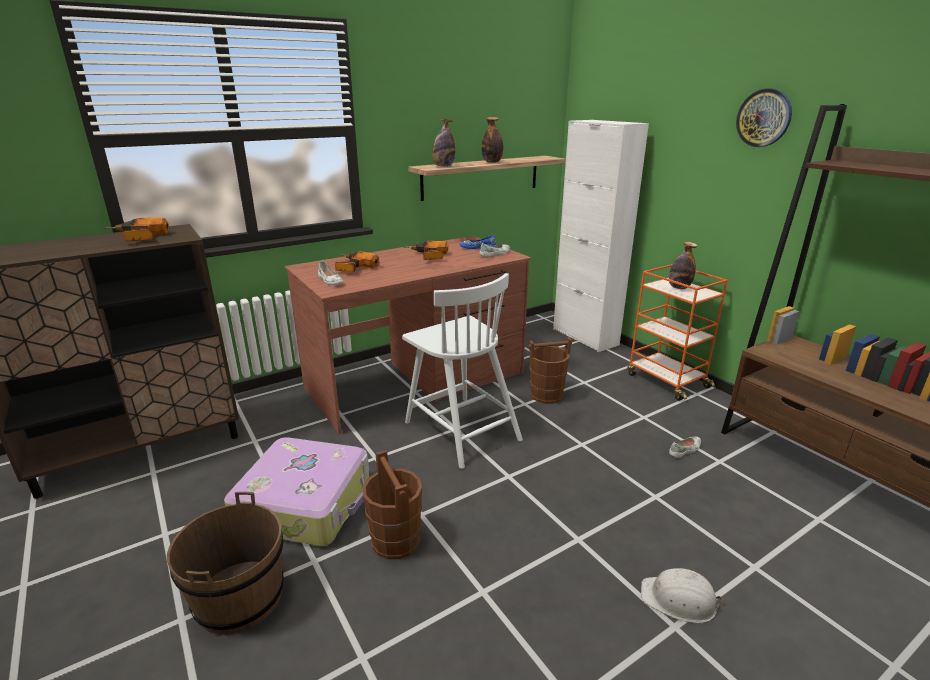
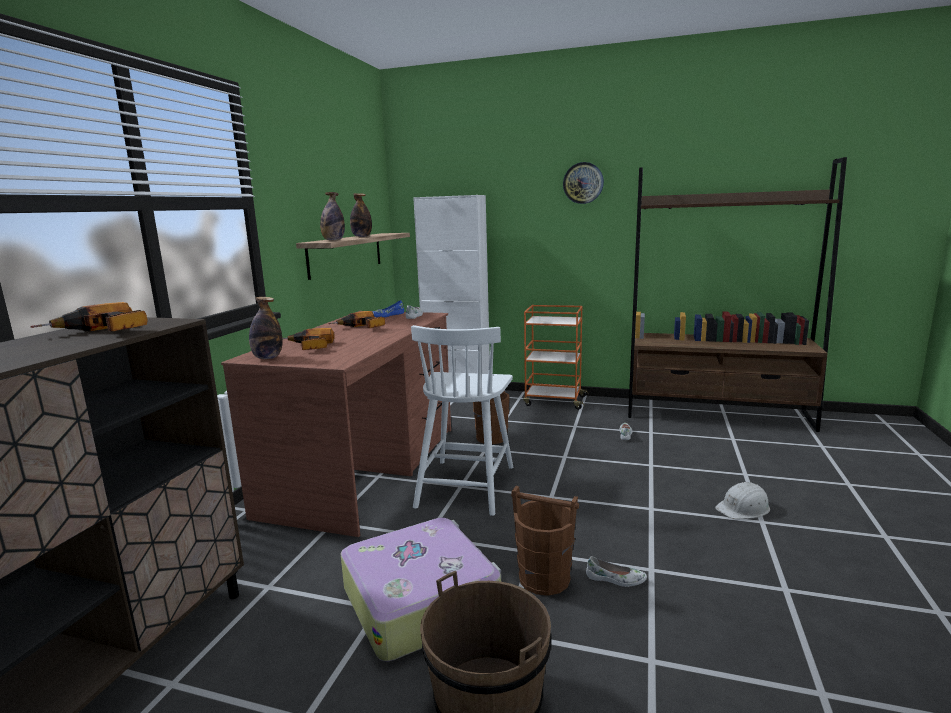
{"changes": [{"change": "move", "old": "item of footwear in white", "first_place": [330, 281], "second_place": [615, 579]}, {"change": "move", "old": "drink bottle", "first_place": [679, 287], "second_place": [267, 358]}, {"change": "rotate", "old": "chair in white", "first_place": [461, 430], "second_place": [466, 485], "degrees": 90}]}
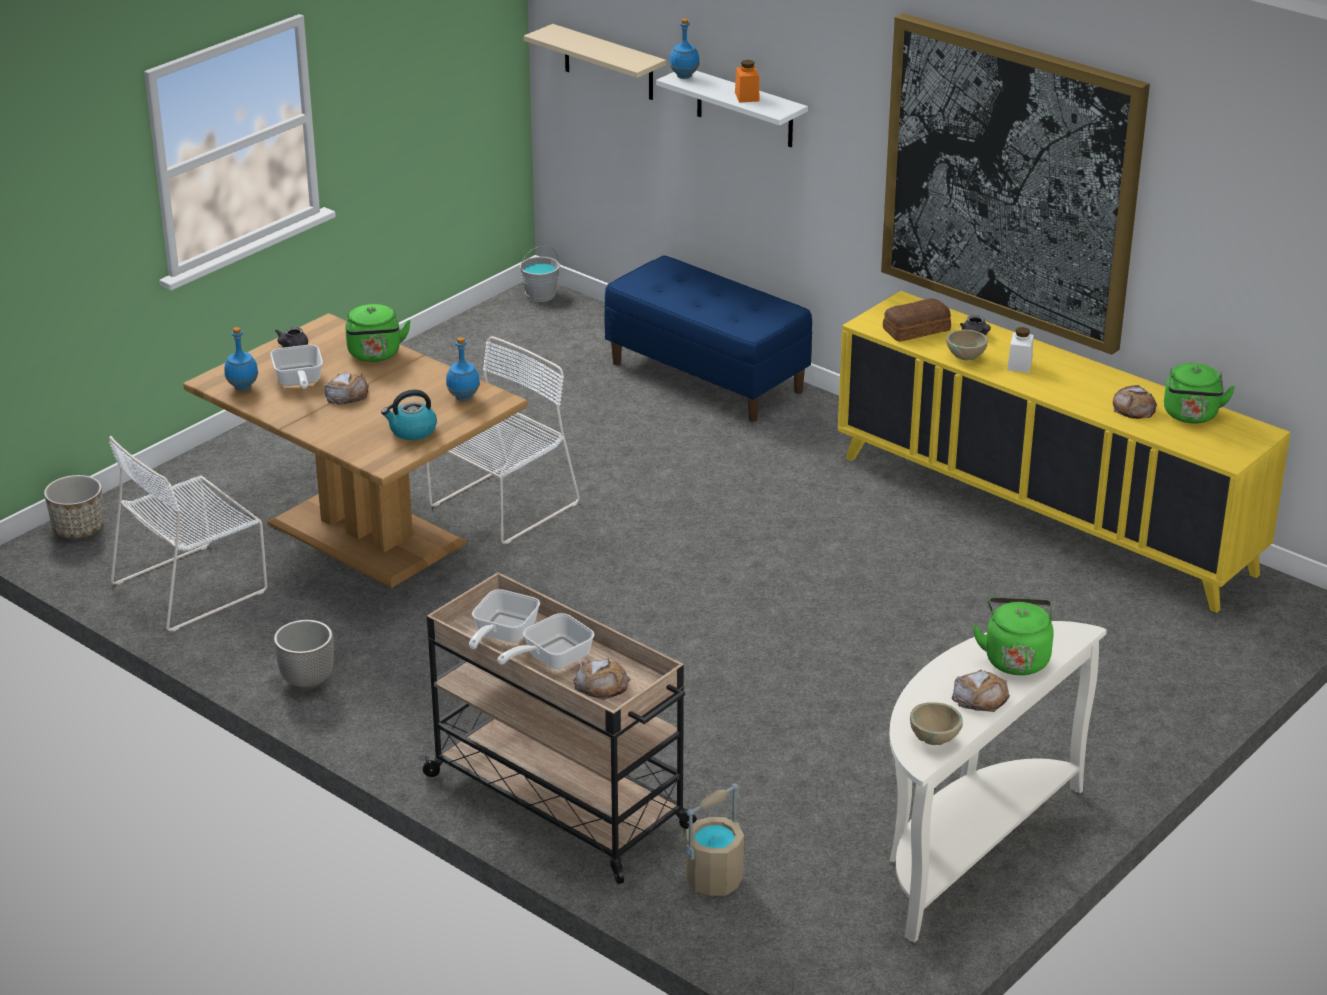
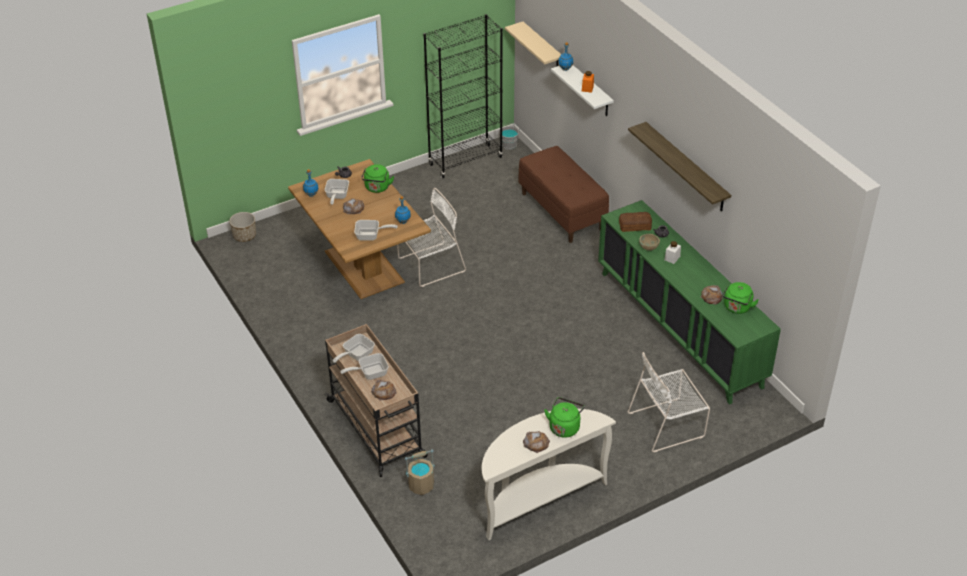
{"changes": [{"change": "delete", "old": "planter", "first_place": [306, 680]}, {"change": "delete", "old": "deep dish in beige", "first_place": [934, 740]}, {"change": "insert", "new": "shelving unit in blackish", "second_place": [465, 161]}, {"change": "move", "old": "chair in white", "first_place": [194, 585], "second_place": [668, 424]}, {"change": "replace", "old": "water kettle", "new": "frying pan", "first_place": [412, 431], "second_place": [371, 236]}, {"change": "replace", "old": "wall art", "new": "wall shelf", "first_place": [1011, 181], "second_place": [686, 167]}, {"change": "recolor", "old": "indoor bench in blue", "new": "indoor bench in brown", "first_place": [708, 377], "second_place": [562, 211]}, {"change": "recolor", "old": "cupboard in yellowish", "new": "cupboard in greenish", "first_place": [1044, 513], "second_place": [679, 328]}]}
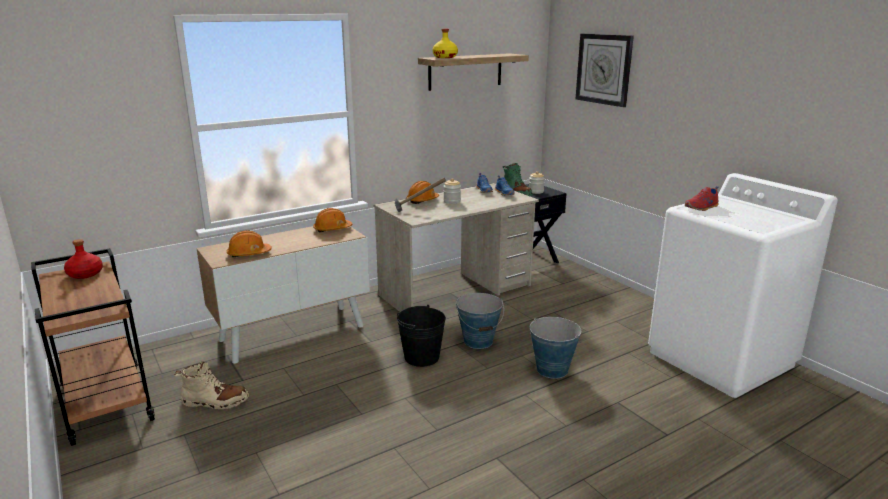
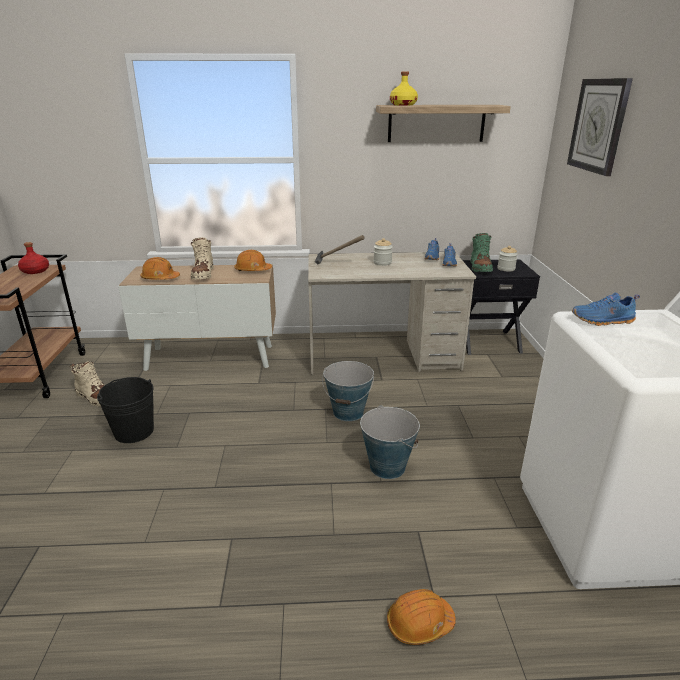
{"changes": [{"change": "insert", "new": "high-top boot in beige", "second_place": [203, 274]}, {"change": "move", "old": "pail in blackish", "first_place": [421, 357], "second_place": [134, 431]}, {"change": "move", "old": "hard hat in orange-coloured", "first_place": [422, 200], "second_place": [419, 623]}, {"change": "recolor", "old": "item of footwear in red-coloured", "new": "item of footwear in blue", "first_place": [702, 208], "second_place": [603, 321]}]}
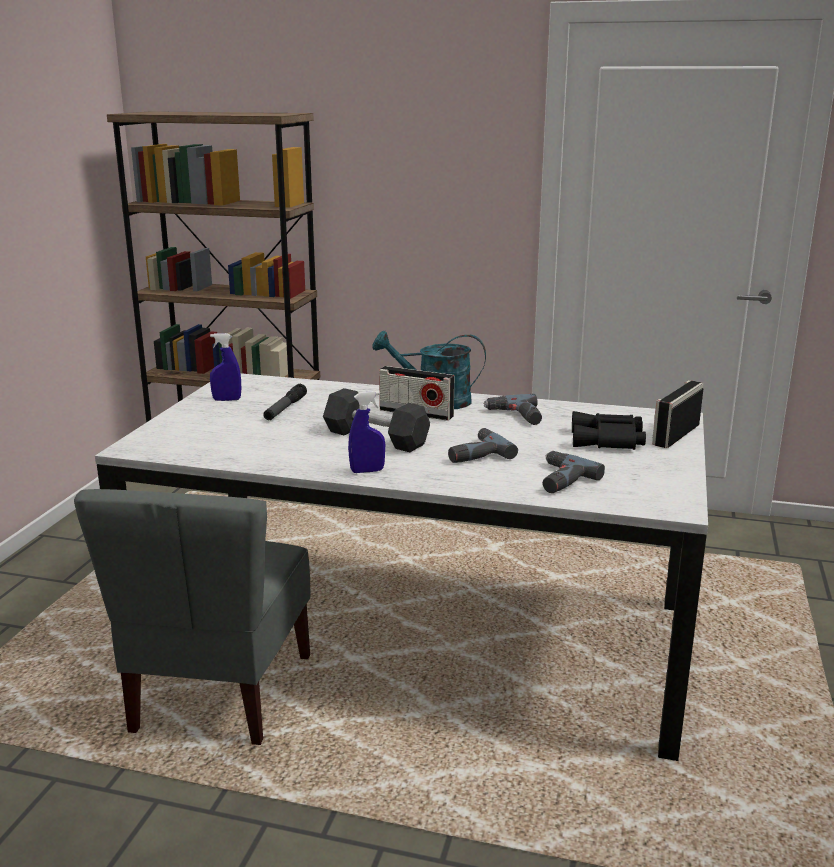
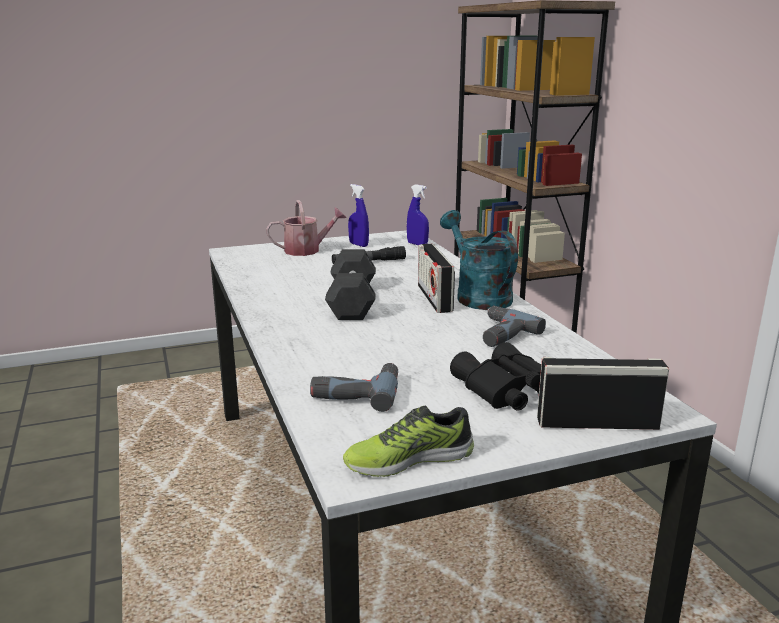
{"changes": [{"change": "delete", "old": "chair in gray", "first_place": [219, 693]}, {"change": "delete", "old": "drill", "first_place": [474, 453]}, {"change": "insert", "new": "watering pot", "second_place": [307, 250]}, {"change": "insert", "new": "item of footwear", "second_place": [408, 459]}, {"change": "move", "old": "spray bottle in blue", "first_place": [367, 471], "second_place": [417, 244]}]}
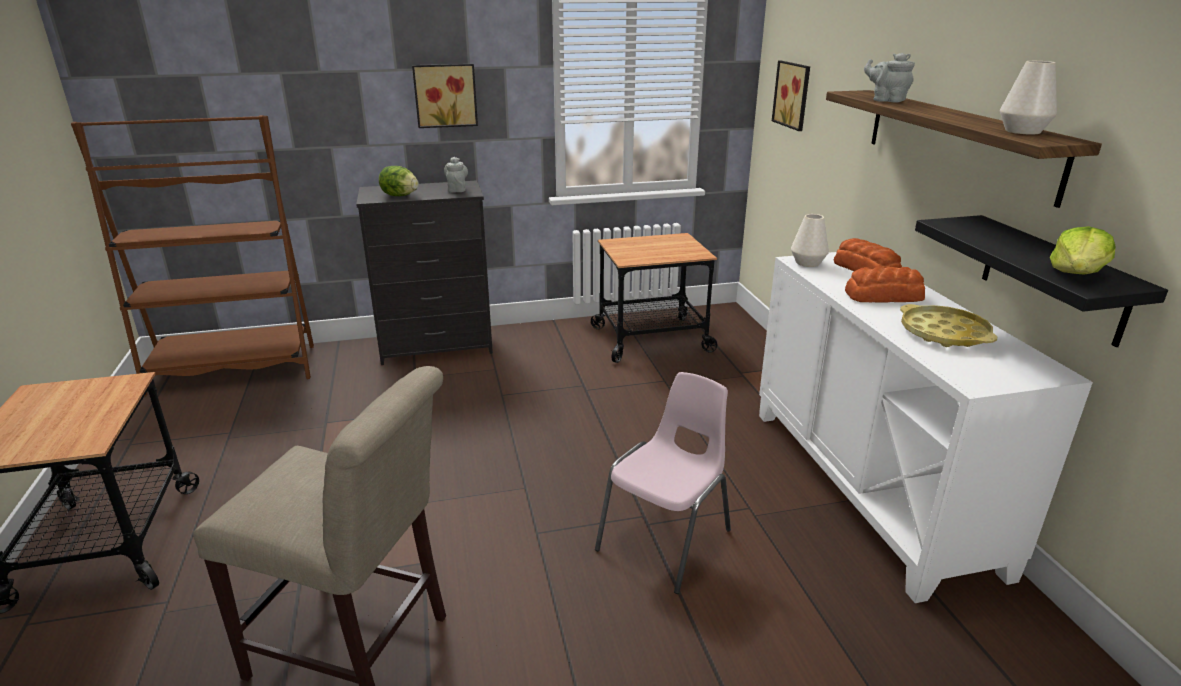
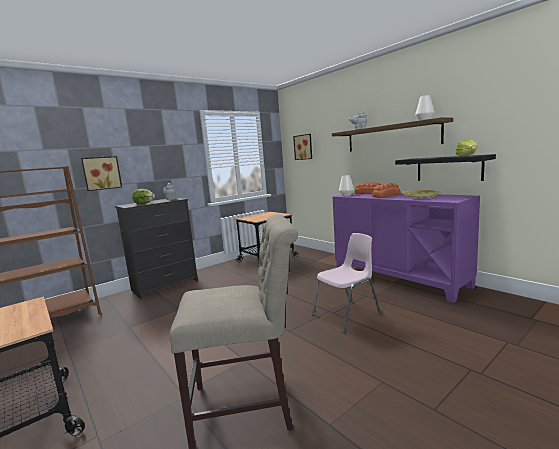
{"changes": [{"change": "move", "old": "wall art", "first_place": [445, 95], "second_place": [101, 173]}, {"change": "recolor", "old": "cupboard in white", "new": "cupboard in purplish", "first_place": [869, 486], "second_place": [399, 277]}, {"change": "rotate", "old": "chair in pink-coloured", "first_place": [667, 540], "second_place": [347, 315], "degrees": 45}]}
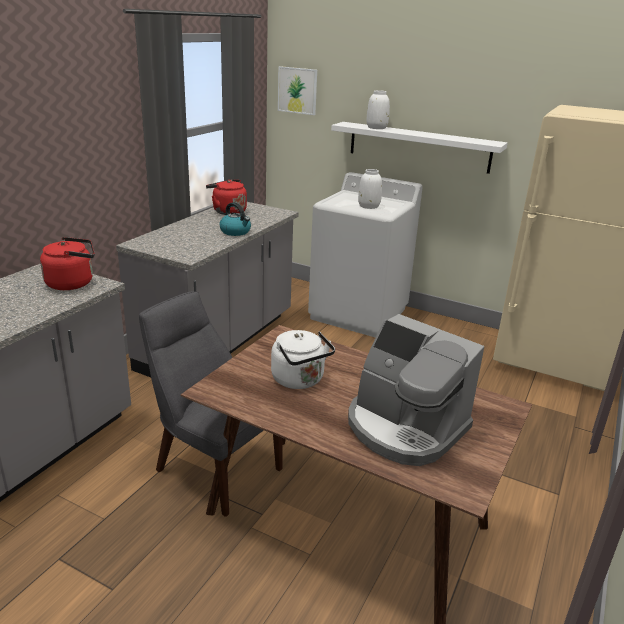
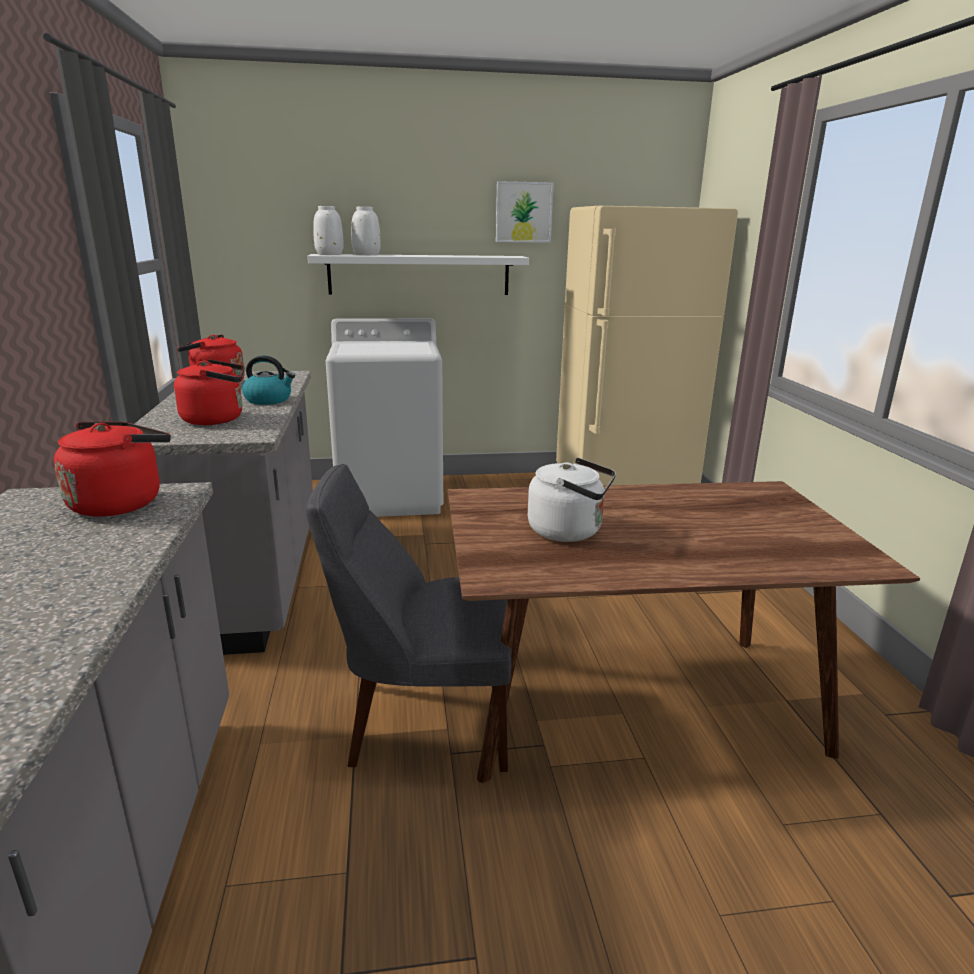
{"changes": [{"change": "delete", "old": "coffee machine", "first_place": [404, 428]}, {"change": "insert", "new": "water kettle in red-coloured", "second_place": [217, 419]}, {"change": "move", "old": "wall art", "first_place": [297, 90], "second_place": [523, 212]}, {"change": "move", "old": "decorative vase in white", "first_place": [369, 206], "second_place": [329, 254]}]}
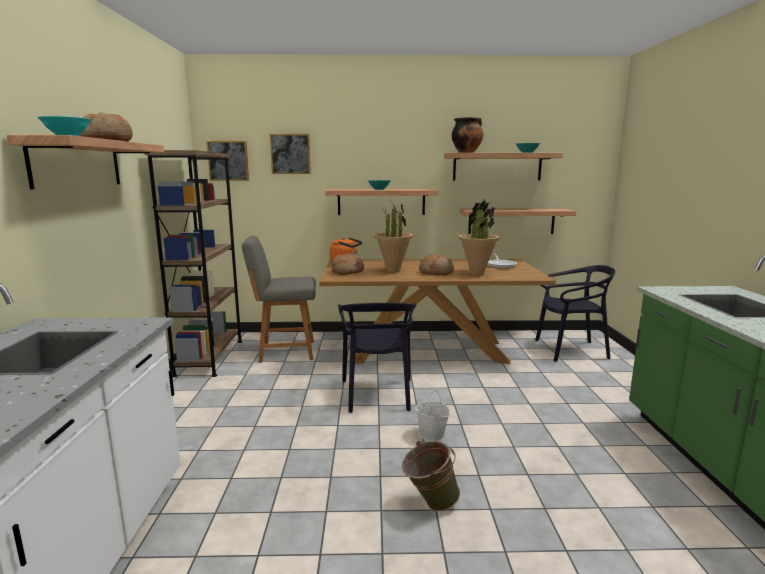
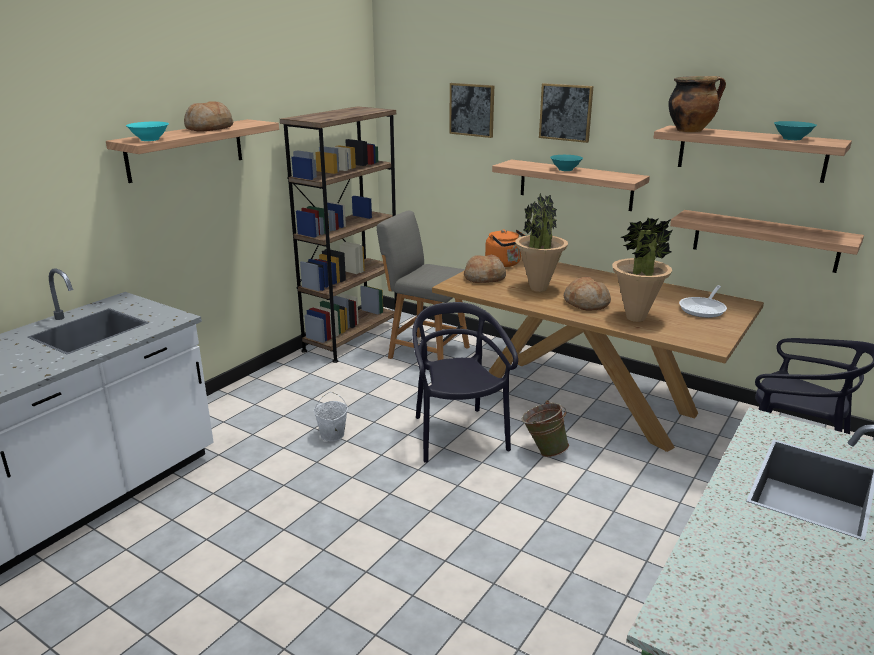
{"changes": [{"change": "move", "old": "wall art", "first_place": [228, 161], "second_place": [566, 112]}, {"change": "move", "old": "pail in greenish", "first_place": [429, 504], "second_place": [543, 451]}, {"change": "move", "old": "pail in white", "first_place": [432, 435], "second_place": [332, 435]}, {"change": "rotate", "old": "chair in blackish", "first_place": [377, 394], "second_place": [457, 435], "degrees": 135}]}
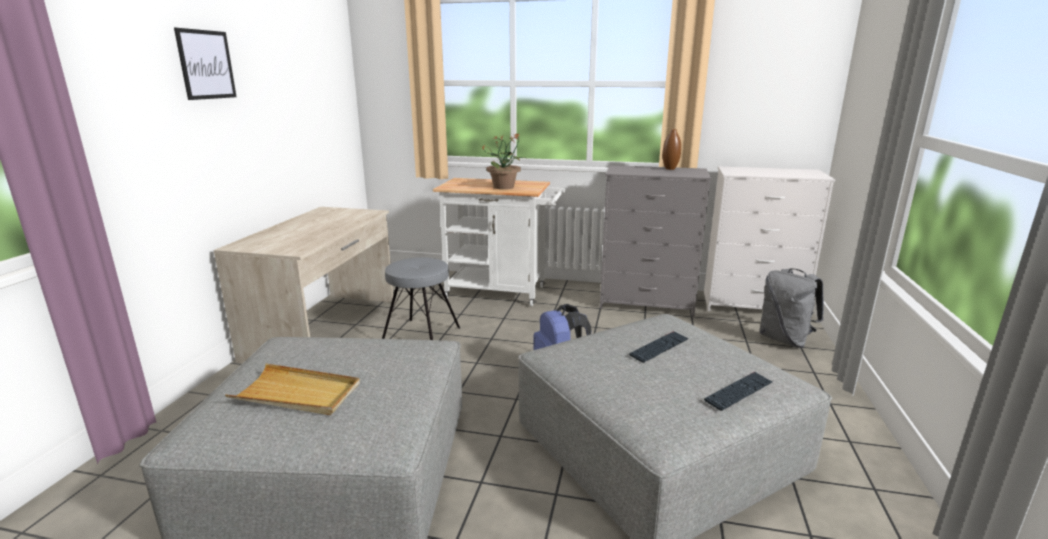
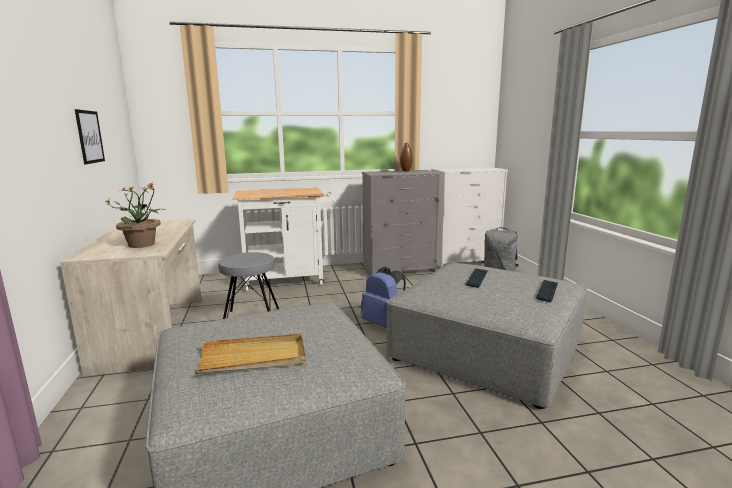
{"changes": [{"change": "move", "old": "wall art", "first_place": [206, 64], "second_place": [89, 137]}, {"change": "move", "old": "plant in a pot", "first_place": [504, 187], "second_place": [142, 244]}]}
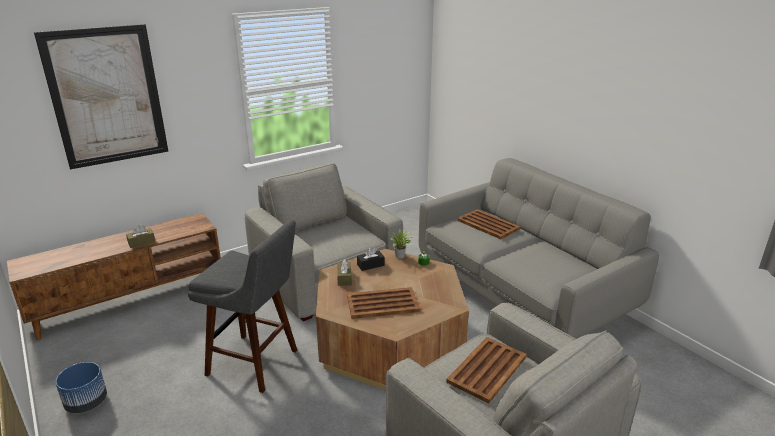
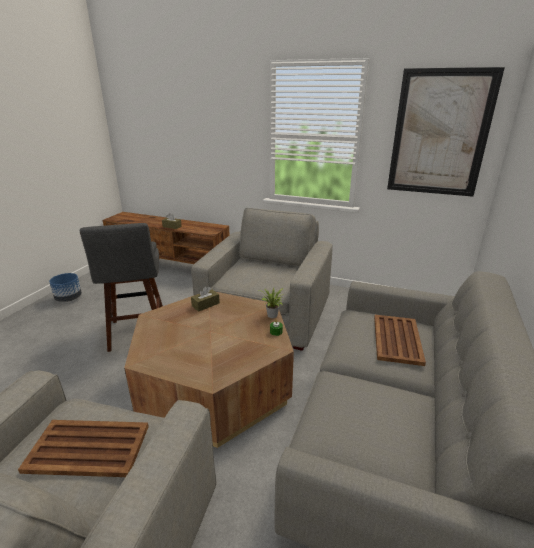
{"changes": [{"change": "delete", "old": "tray in brown", "first_place": [383, 304]}, {"change": "delete", "old": "box of tissues in blackish", "first_place": [370, 265]}, {"change": "move", "old": "wall art", "first_place": [107, 97], "second_place": [439, 134]}]}
